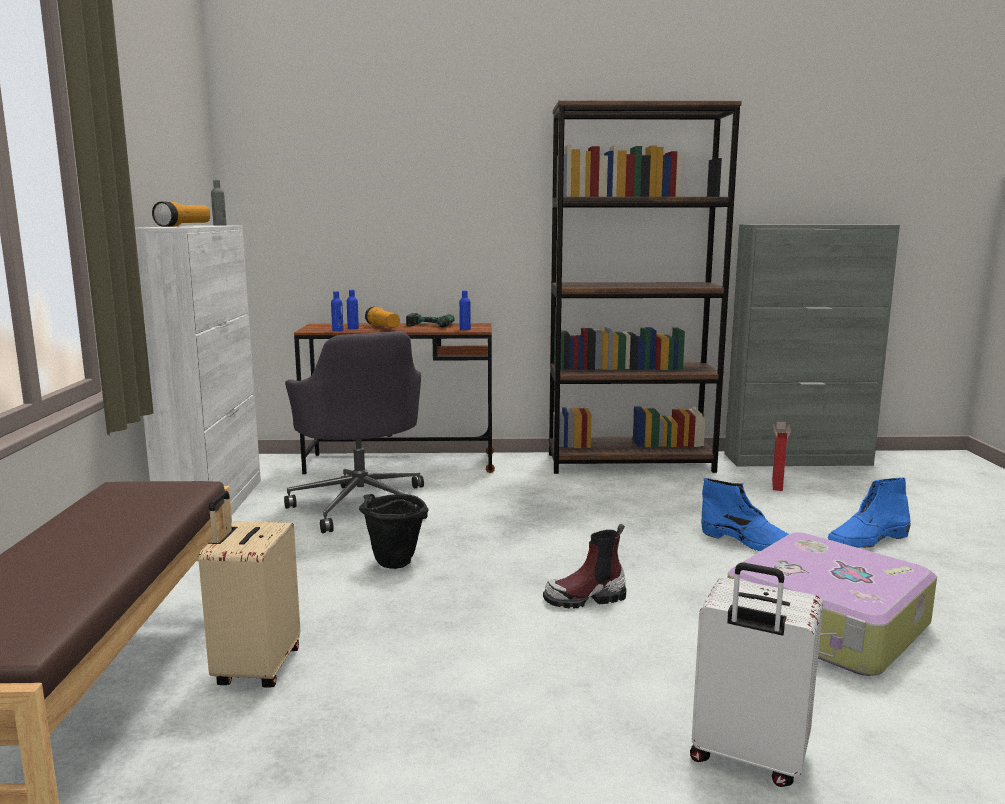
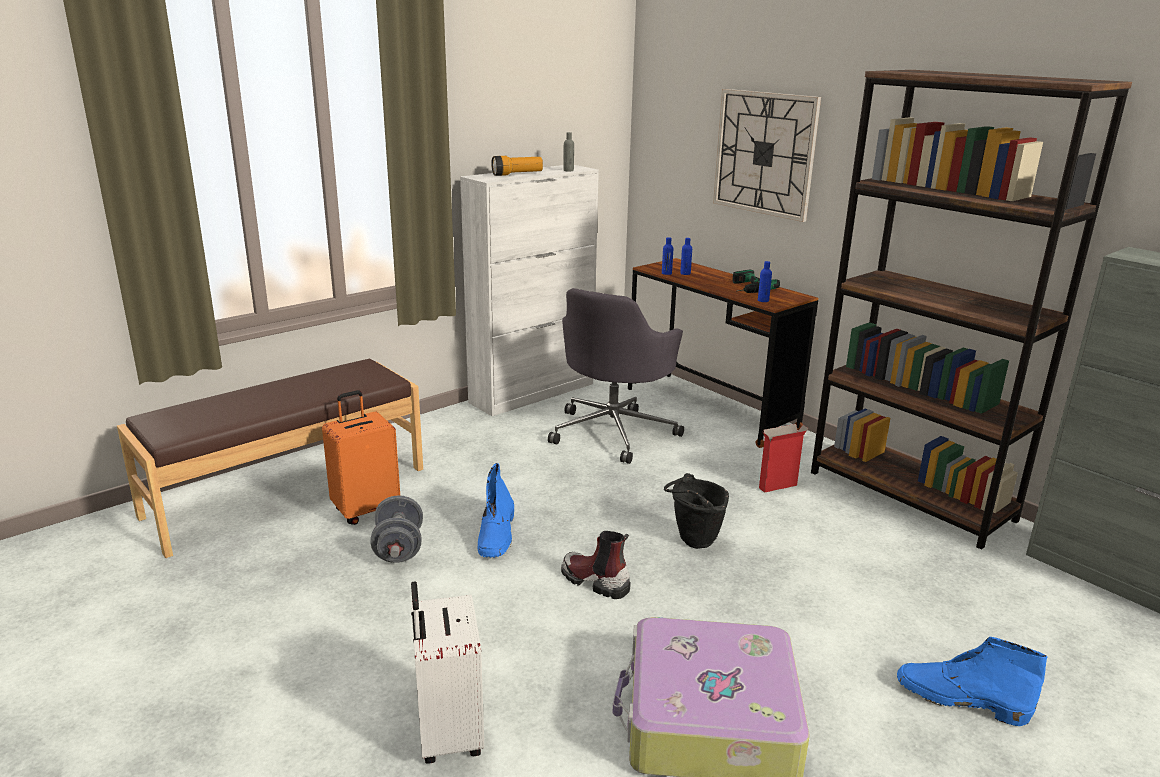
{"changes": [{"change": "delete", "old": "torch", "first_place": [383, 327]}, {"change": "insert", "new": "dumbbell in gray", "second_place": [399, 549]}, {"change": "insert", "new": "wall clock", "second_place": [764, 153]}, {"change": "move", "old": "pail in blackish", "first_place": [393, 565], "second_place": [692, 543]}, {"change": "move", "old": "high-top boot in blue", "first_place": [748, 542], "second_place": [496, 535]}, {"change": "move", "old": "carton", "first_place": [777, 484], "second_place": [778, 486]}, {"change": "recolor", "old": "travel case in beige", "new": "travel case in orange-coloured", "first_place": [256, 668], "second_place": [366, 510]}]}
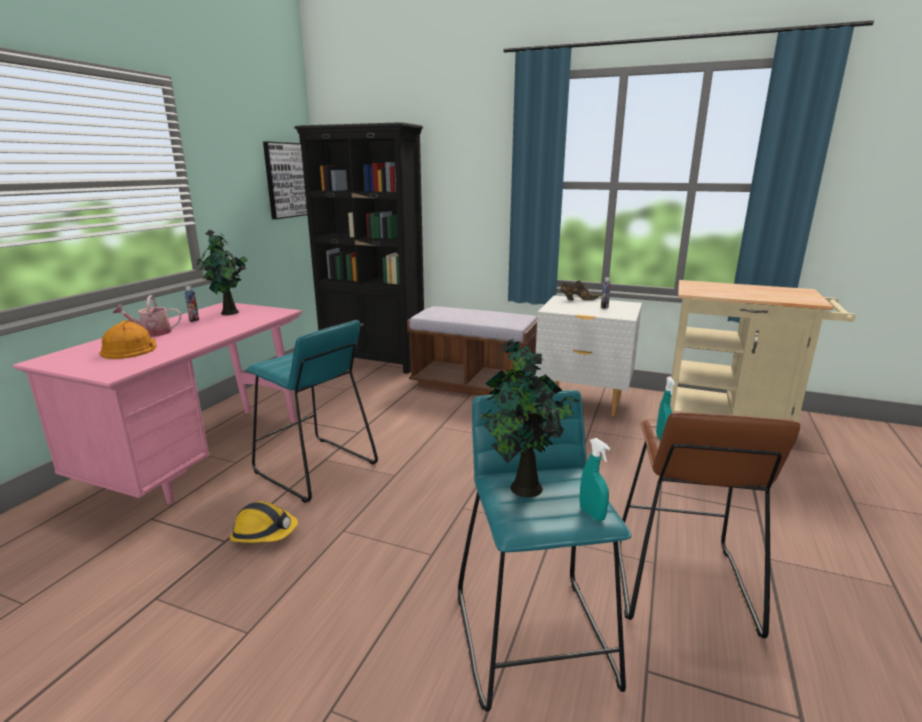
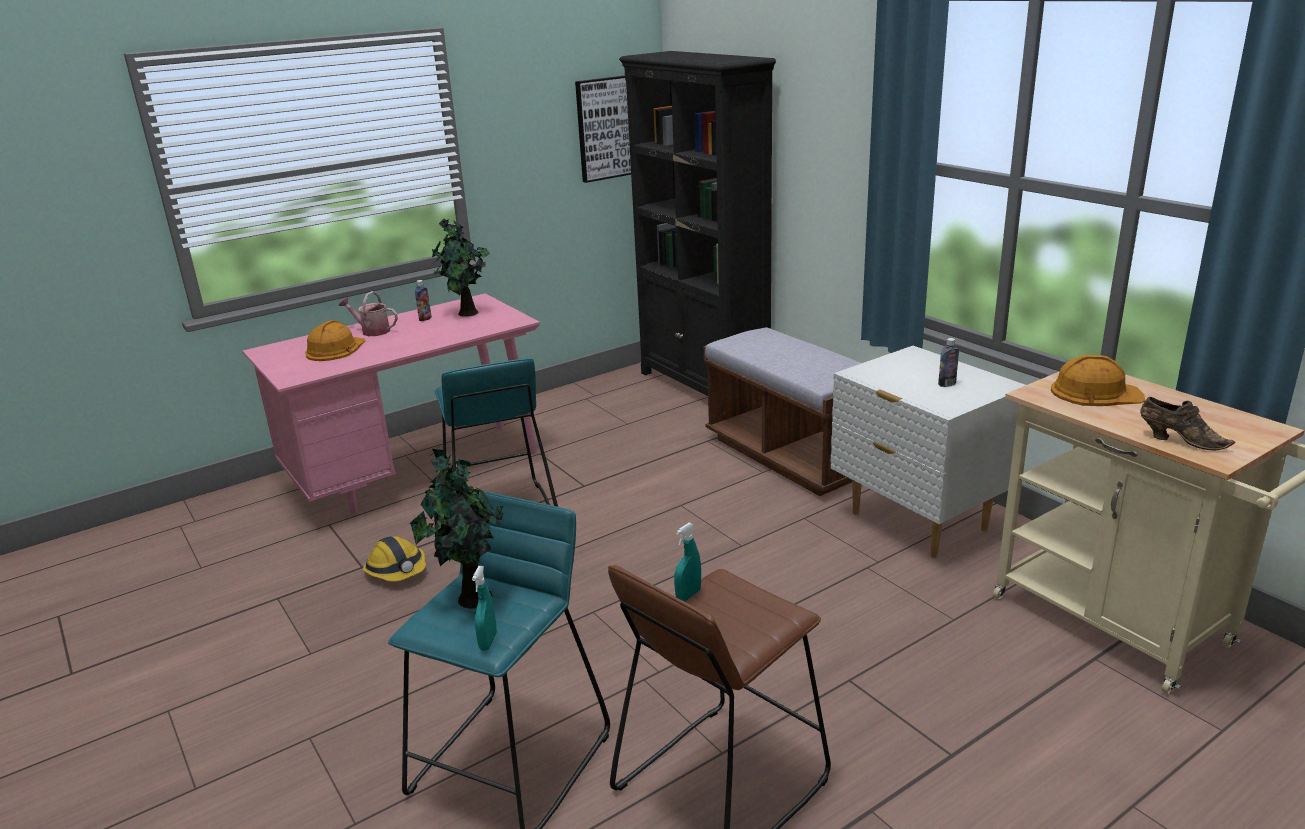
{"changes": [{"change": "insert", "new": "hard hat in orange-coloured", "second_place": [1095, 392]}, {"change": "move", "old": "item of footwear in brown", "first_place": [578, 299], "second_place": [1179, 440]}]}
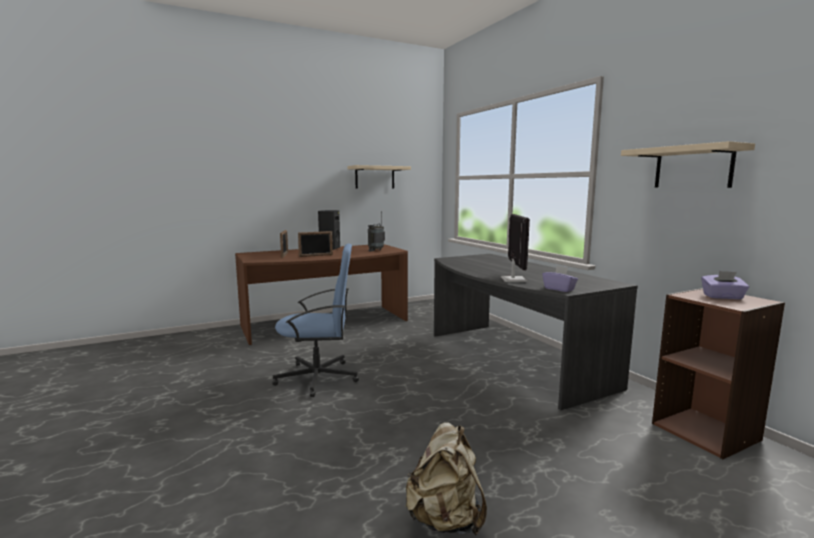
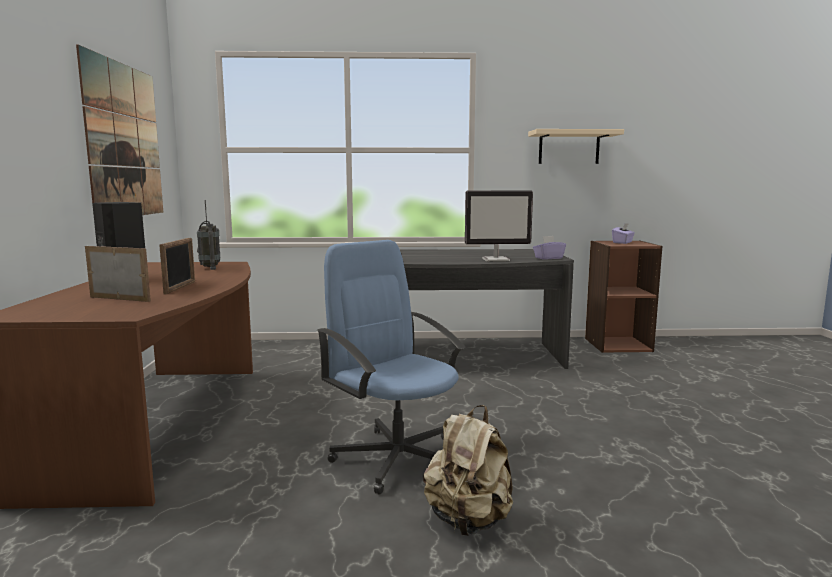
{"changes": [{"change": "move", "old": "knapsack in beige", "first_place": [445, 519], "second_place": [469, 521]}, {"change": "replace", "old": "wall shelf in beige", "new": "wall art", "first_place": [375, 177], "second_place": [124, 141]}, {"change": "rotate", "old": "computer chair in blue", "first_place": [319, 378], "second_place": [397, 457], "degrees": -60}, {"change": "rotate", "old": "computer screen", "first_place": [513, 279], "second_place": [496, 260], "degrees": 150}]}
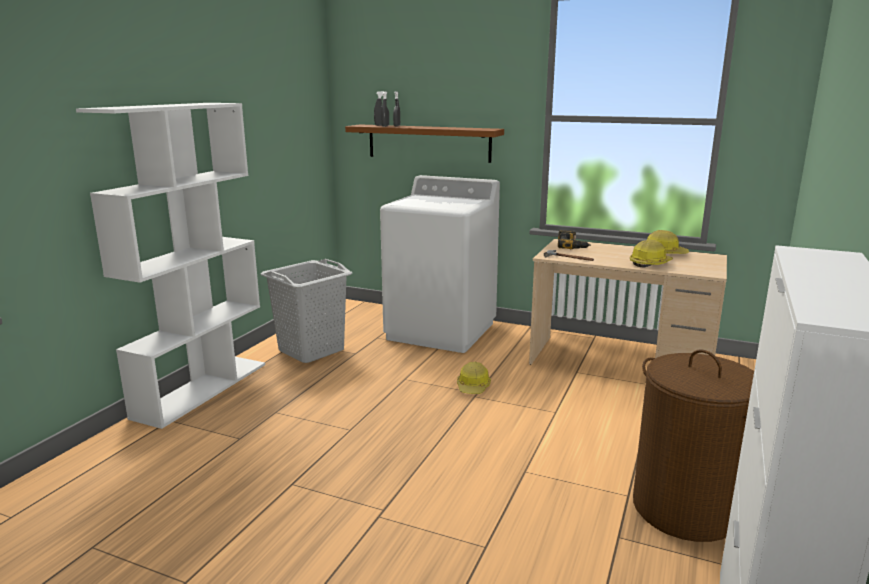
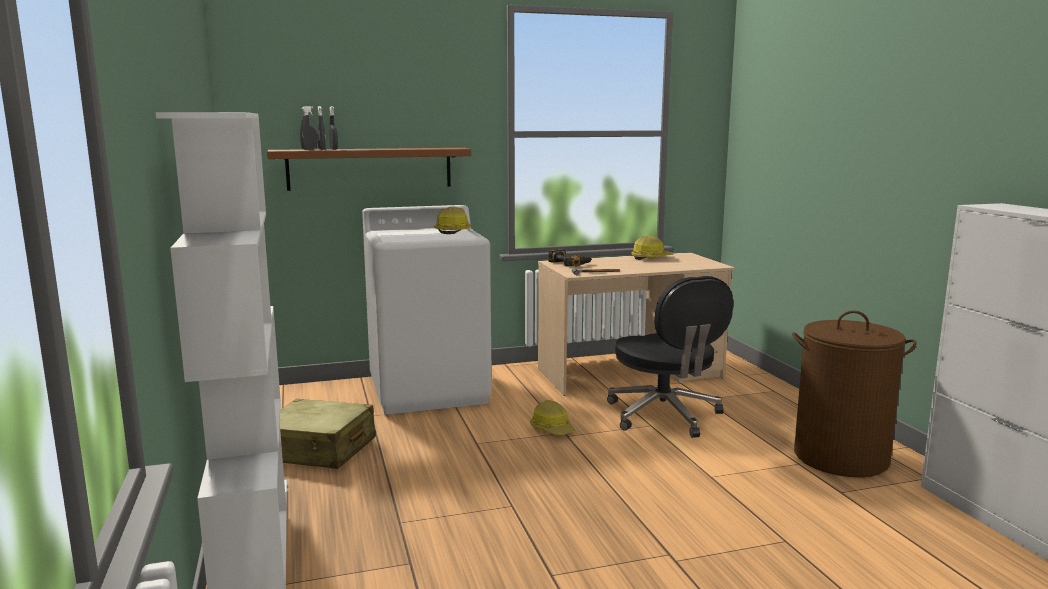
{"changes": [{"change": "insert", "new": "computer chair in blackish", "second_place": [665, 415]}, {"change": "move", "old": "hard hat", "first_place": [649, 263], "second_place": [453, 231]}, {"change": "replace", "old": "laundry basket in gray", "new": "travel case in beige", "first_place": [312, 350], "second_place": [318, 450]}]}
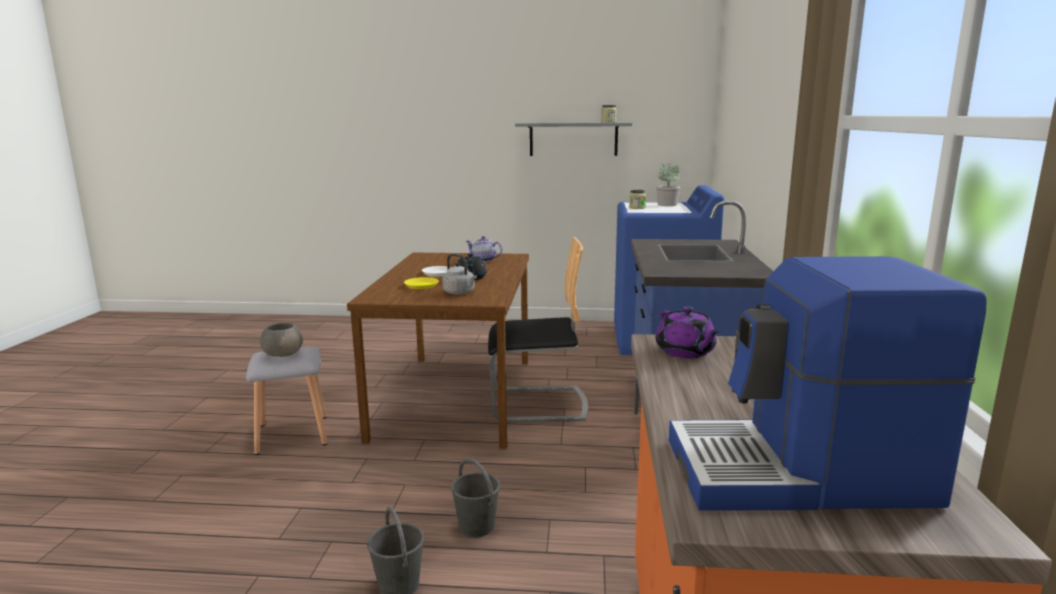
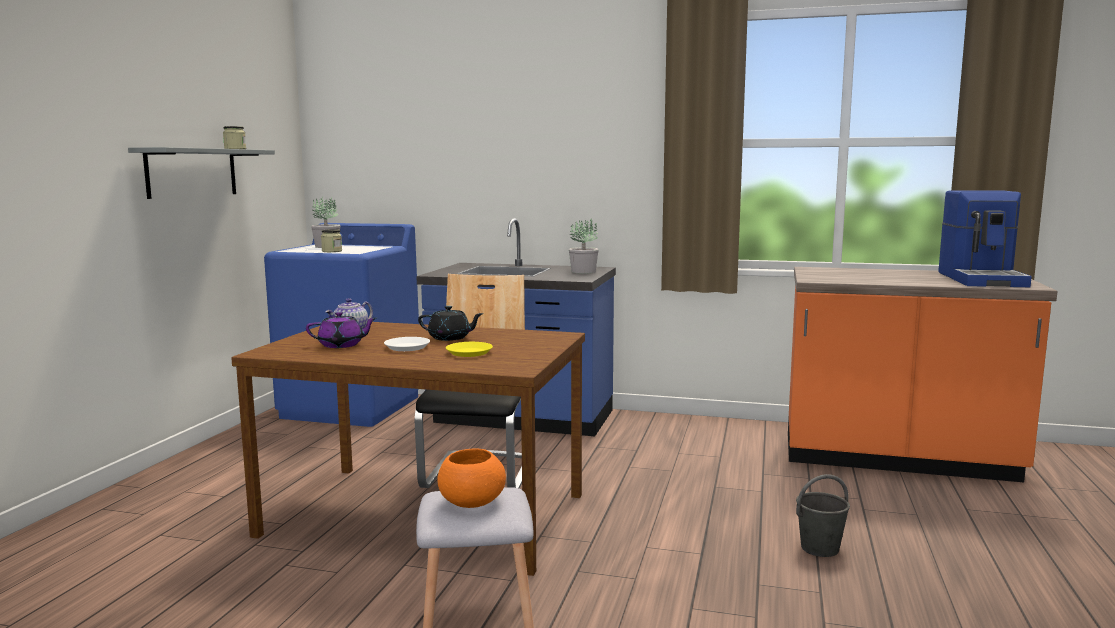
{"changes": [{"change": "delete", "old": "water kettle in gray", "first_place": [460, 293]}, {"change": "delete", "old": "pail in gray", "first_place": [477, 527]}, {"change": "insert", "new": "plant in a pot", "second_place": [584, 271]}, {"change": "move", "old": "teapot in purplish", "first_place": [685, 352], "second_place": [342, 345]}, {"change": "recolor", "old": "deep dish in gray", "new": "deep dish in orange-coloured", "first_place": [283, 354], "second_place": [471, 502]}]}
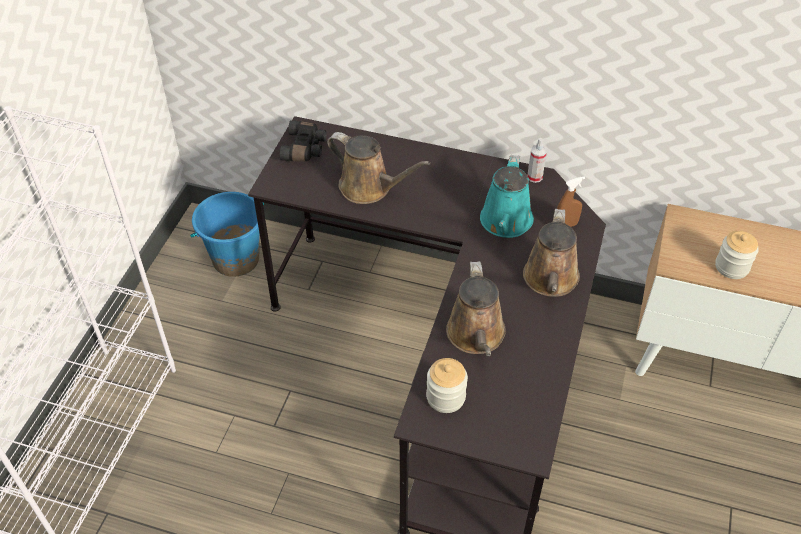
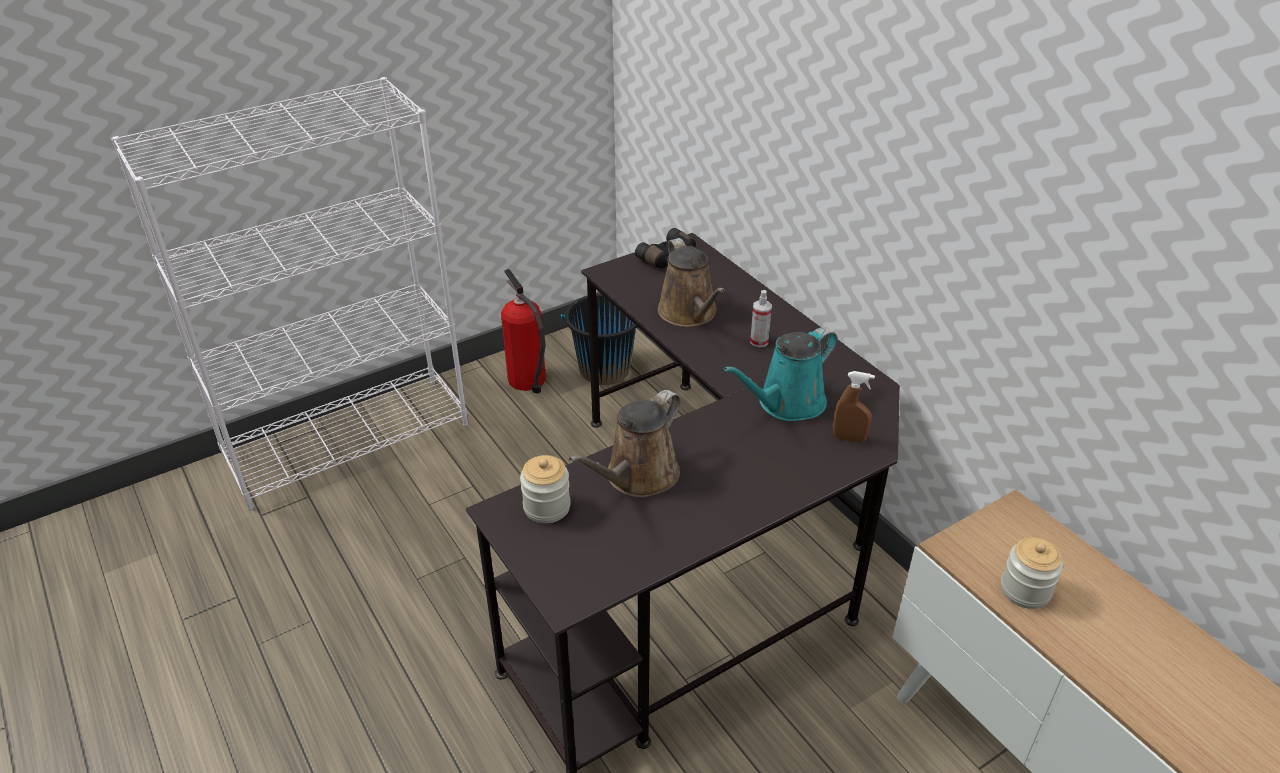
{"changes": [{"change": "delete", "old": "watering pot in brown", "first_place": [550, 280]}, {"change": "insert", "new": "fire-fighting cylinder", "second_place": [529, 381]}, {"change": "move", "old": "spray bottle", "first_place": [534, 177], "second_place": [759, 341]}, {"change": "recolor", "old": "pail in blue", "new": "pail in blackish", "first_place": [235, 259], "second_place": [604, 369]}]}
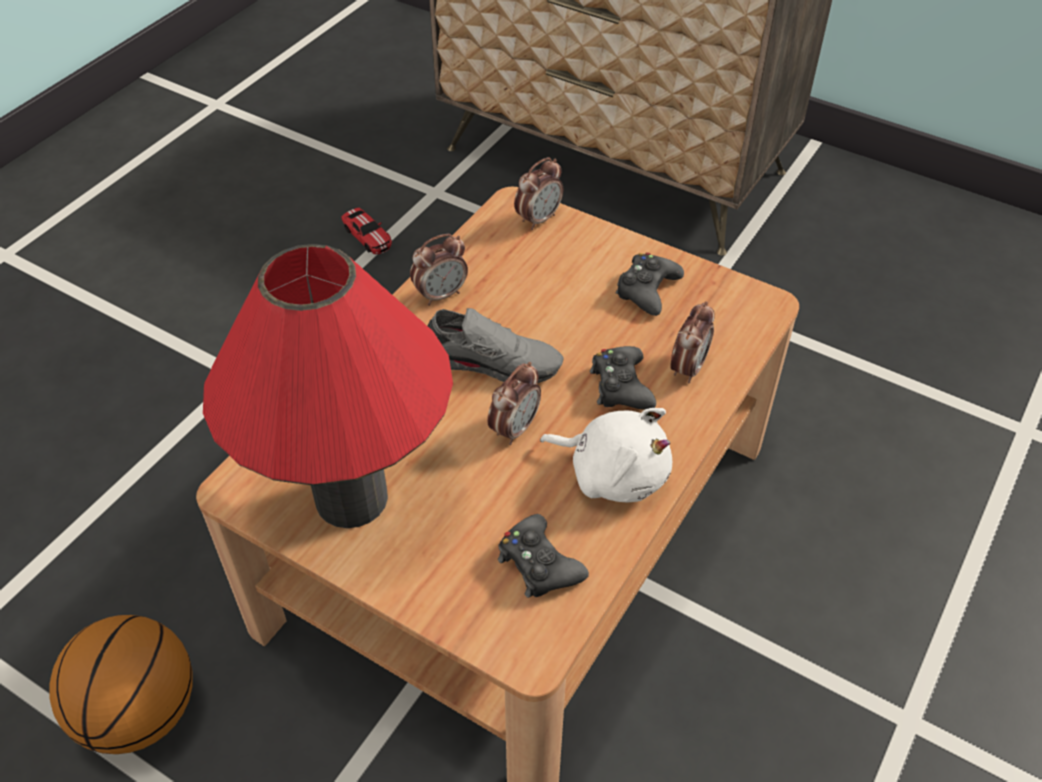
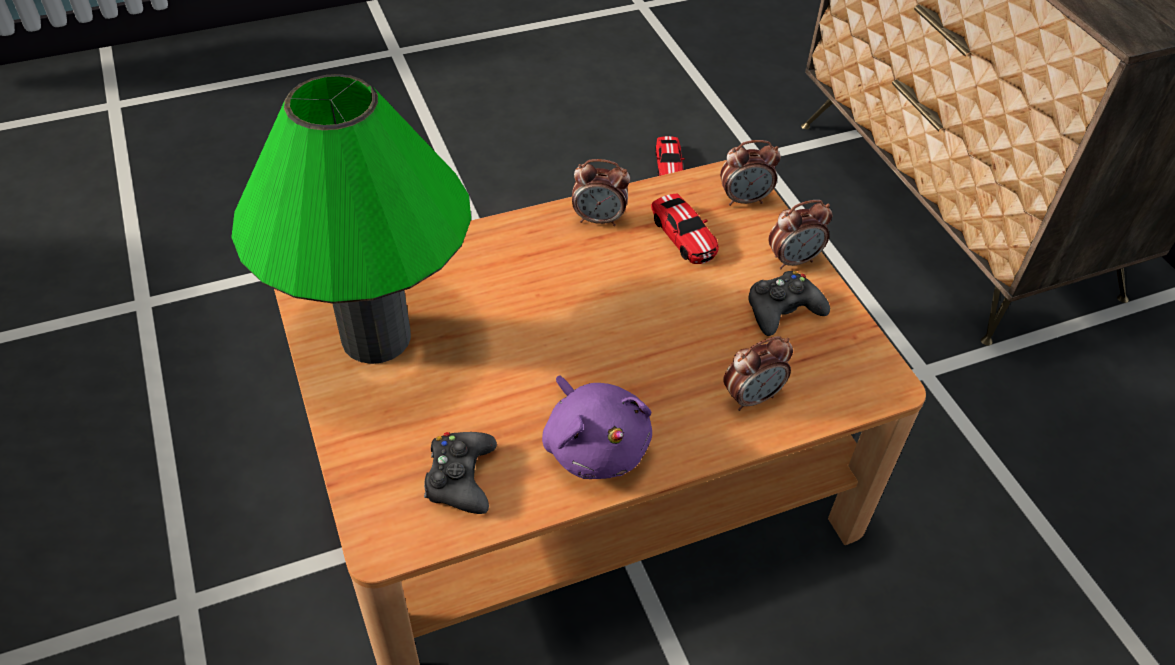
{"changes": [{"change": "delete", "old": "ball for basketball", "first_place": [139, 713]}, {"change": "delete", "old": "item of footwear in gray", "first_place": [490, 360]}, {"change": "delete", "old": "gamepad in blackish", "first_place": [621, 386]}, {"change": "insert", "new": "miniature car", "second_place": [683, 235]}, {"change": "move", "old": "alarm clock", "first_place": [514, 428], "second_place": [793, 260]}, {"change": "recolor", "old": "tabletop lamp in red-coloured", "new": "tabletop lamp in greenish", "first_place": [351, 498], "second_place": [376, 337]}, {"change": "recolor", "old": "plush toy in white", "new": "plush toy in purplish", "first_place": [613, 473], "second_place": [594, 445]}]}
